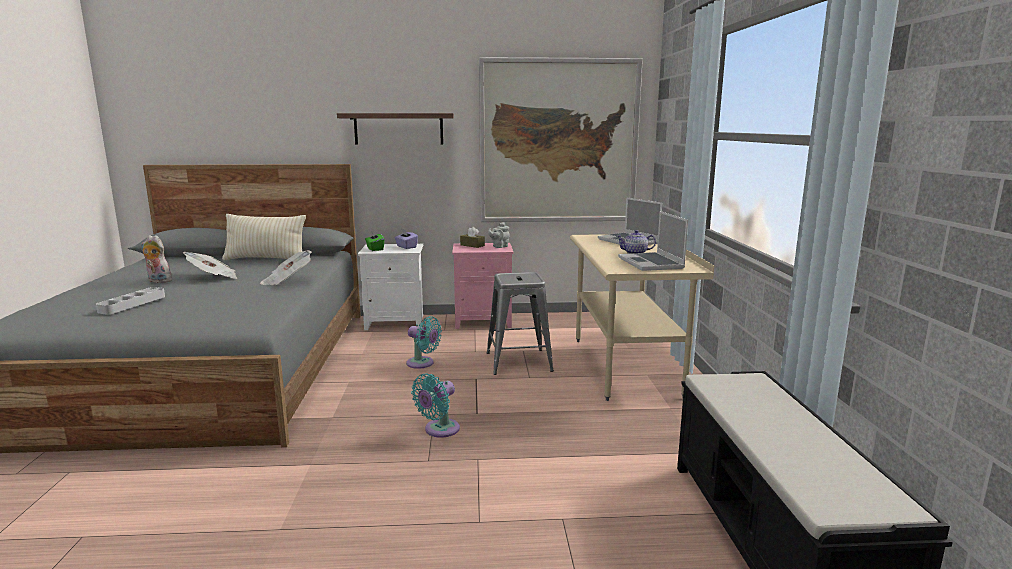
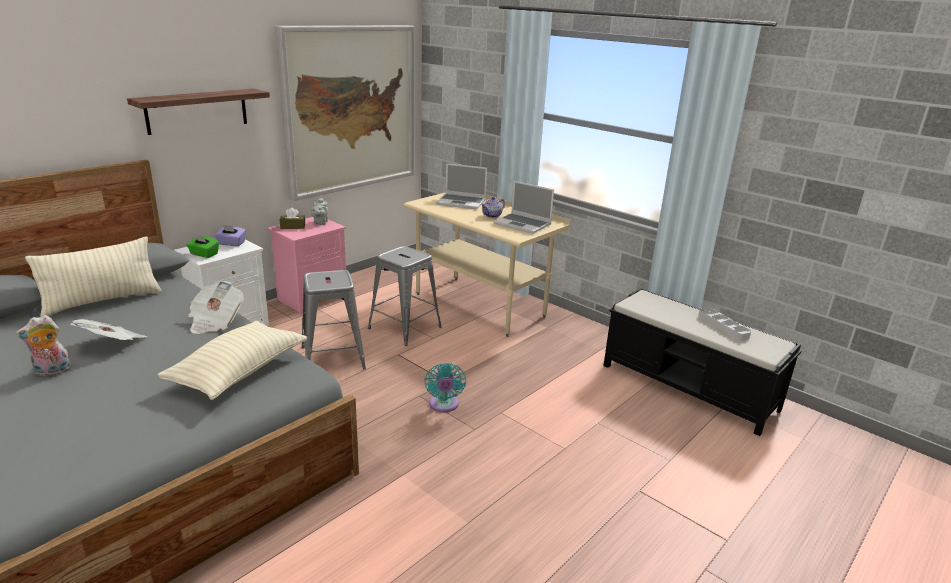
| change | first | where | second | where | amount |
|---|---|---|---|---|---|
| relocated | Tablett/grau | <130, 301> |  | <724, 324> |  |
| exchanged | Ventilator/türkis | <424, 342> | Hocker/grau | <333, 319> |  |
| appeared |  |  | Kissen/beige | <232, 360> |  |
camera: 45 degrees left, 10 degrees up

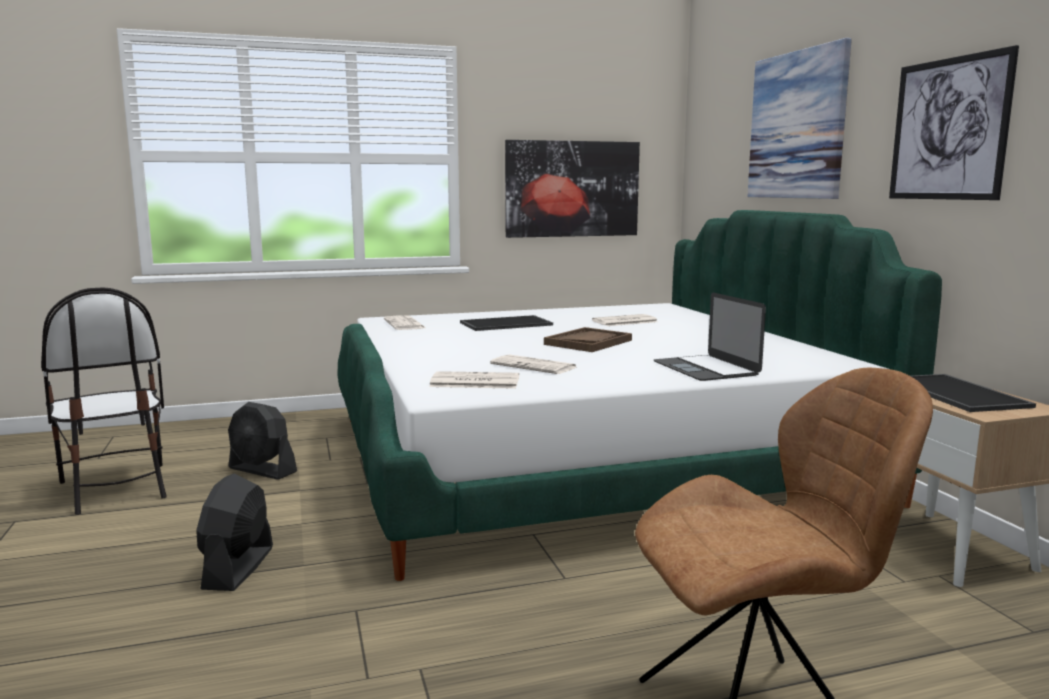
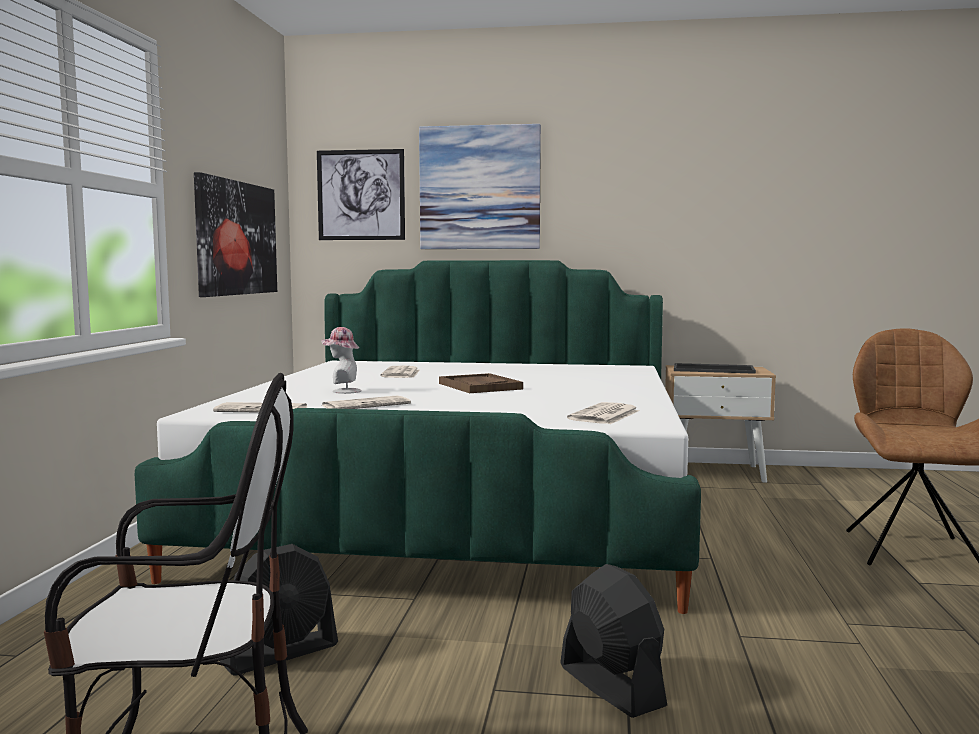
| change | first | where | second | where | amount |
|---|---|---|---|---|---|
| relocated | Bild | <954, 122> |  | <361, 194> |  |
| missing | Laptop | <710, 336> |  |  |  |
| exchanged | Tablett | <506, 323> | Hut | <341, 360> |  |
| relocated | Zeitung | <533, 364> |  | <366, 402> |  |
| spun | Ventilator/schwarz | <234, 532> |  | <613, 641> | 150 degrees counterclockwise |
camera: 65 degrees left, 5 degrees down

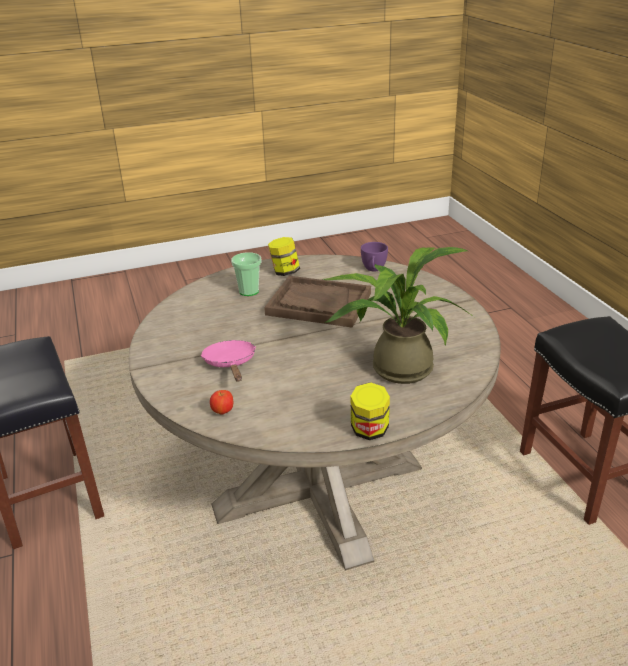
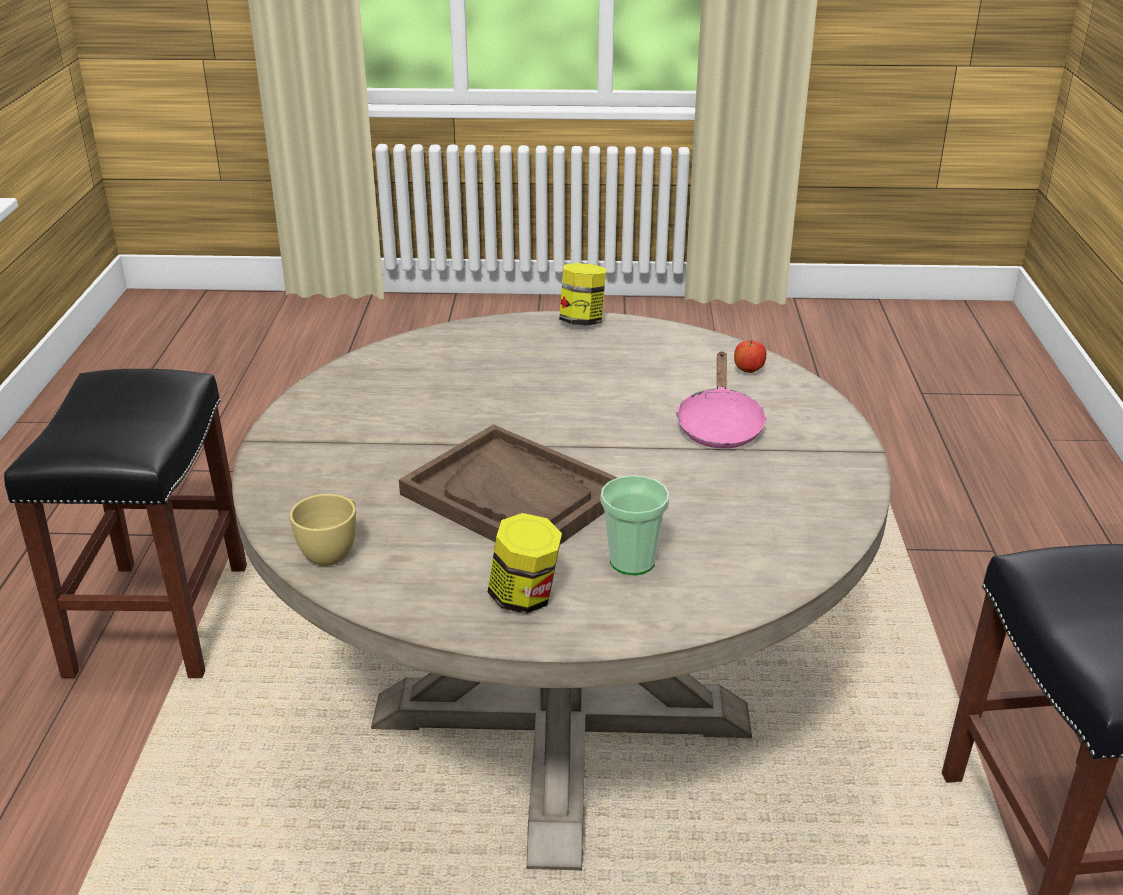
| change | first | where | second | where | amount |
|---|---|---|---|---|---|
| colour | Tasse/lila | <374, 257> | Tasse/gelb | <323, 530> |  |
| missing | Topfpflanze | <398, 315> |  |  |  |
camera: 160 degrees left, 0 degrees up

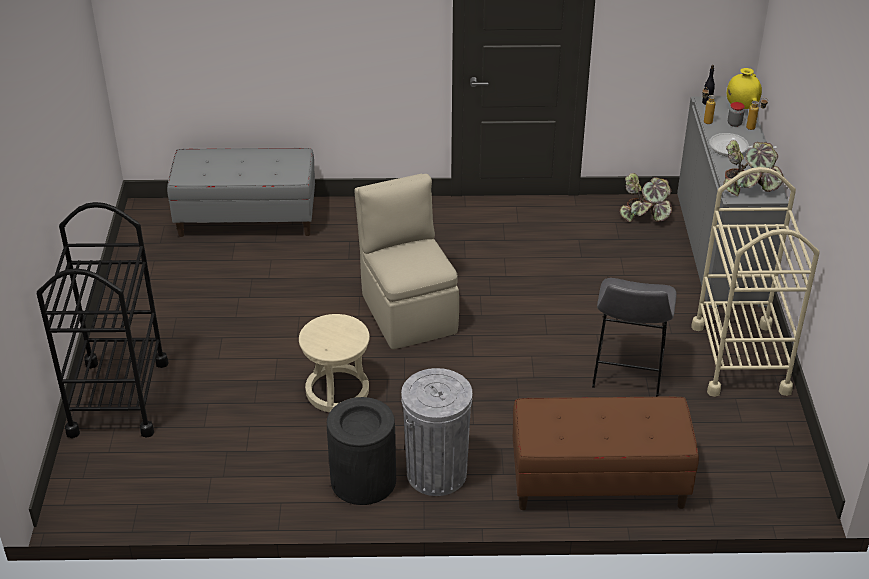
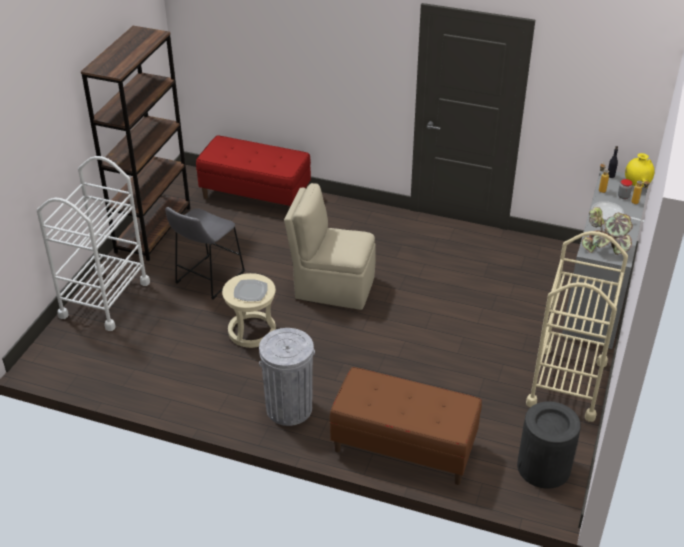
| change | first | where | second | where | amount |
|---|---|---|---|---|---|
| colour | Bank/grau | <241, 192> | Bank/rot | <253, 172> |  |
| missing | Topfpflanze | <646, 197> |  |  |  |
| spun | Stuhl/beige | <407, 261> |  | <330, 246> | 75 degrees counterclockwise |
| colour | Rollwagen/schwarz | <103, 320> | Rollwagen/weiß | <93, 243> |  |
| relocated | Hocker/grau | <634, 337> |  | <205, 253> |  |
| relocated | Mülleimer/schwarz | <361, 451> |  | <549, 445> |  |
| appeared |  |  | Bücherregal/braun | <136, 143> |  |
| appeared |  |  | Teller | <251, 290> |  |
camera: 20 degrees right, 0 degrees up

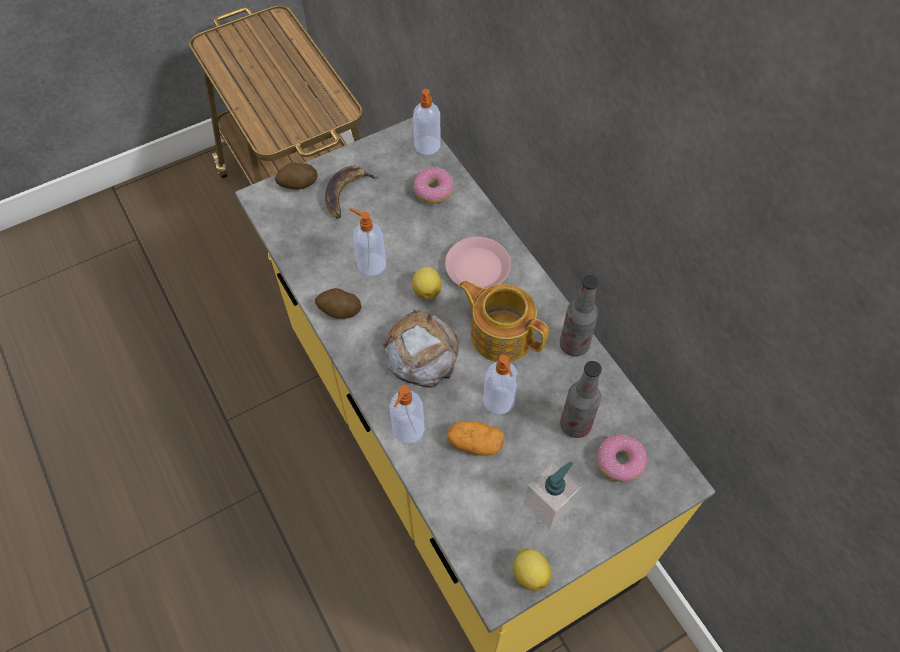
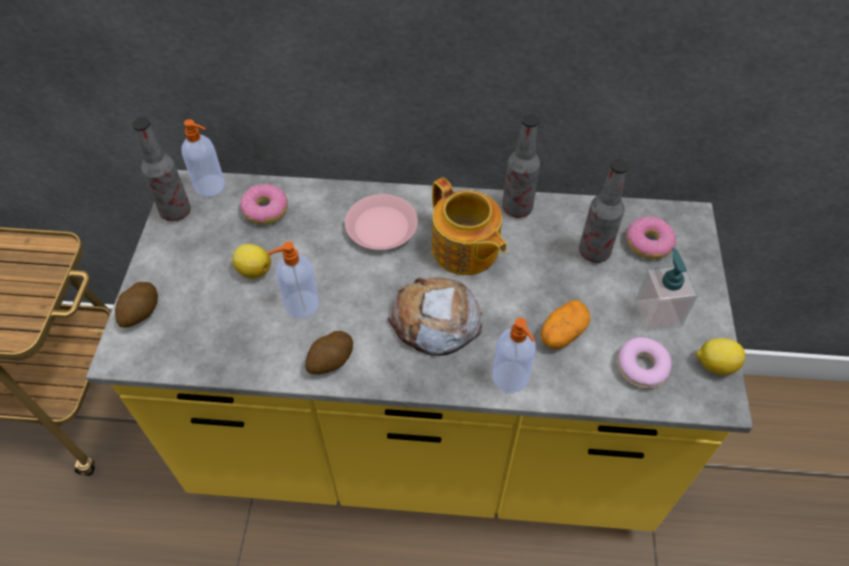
| change | first | where | second | where | amount |
|---|---|---|---|---|---|
| missing | Banane | <351, 192> |  |  |  |
| relocated | Zitrone | <427, 283> |  | <251, 261> |  |
| spun | Teekanne | <504, 321> |  | <469, 226> | 105 degrees counterclockwise |
| missing | Seifenspender | <501, 385> |  |  |  |
| appeared |  |  | Flasche | <161, 169> |  |
| appeared |  |  | Donut | <644, 363> |  |
camera: 55 degrees left, 5 degrees down

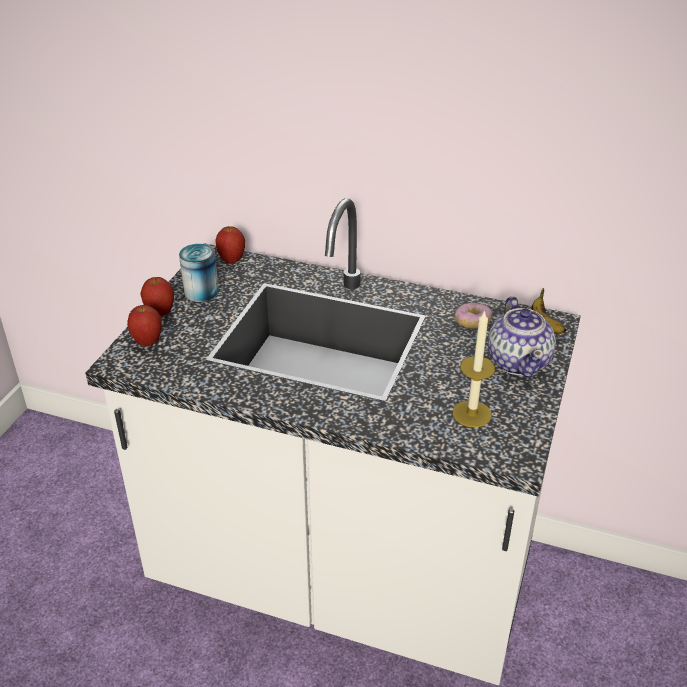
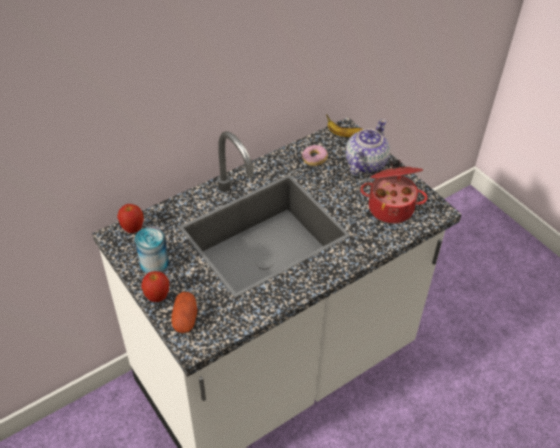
| change | first | where | second | where | amount |
|---|---|---|---|---|---|
| spun | Teekanne | <522, 337> |  | <368, 147> | 90 degrees counterclockwise |
| exchanged | Apfel | <144, 326> | Kartoffel | <184, 312> |  |
| exchanged | Kerze | <474, 368> | Kochtopf | <394, 192> |  |
camera: 55 degrees left, 10 degrees up

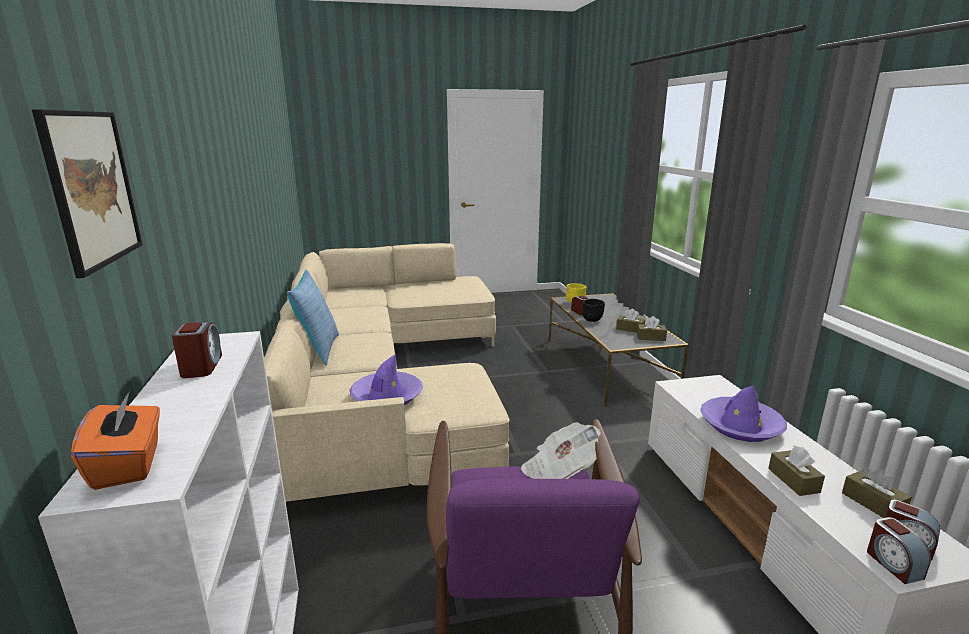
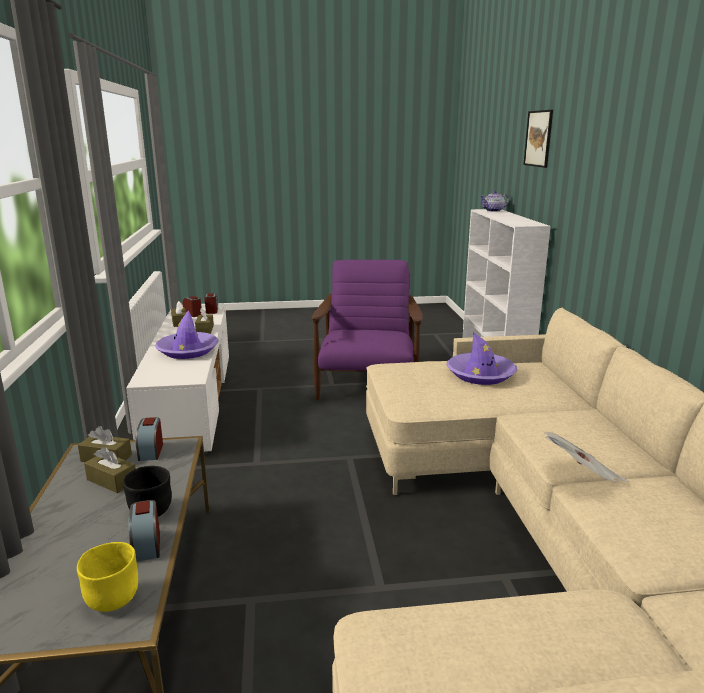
| change | first | where | second | where | amount |
|---|---|---|---|---|---|
| missing | Kissen | <313, 318> |  |  |  |
| relocated | Wecker | <197, 350> |  | <149, 439> |  |
| exchanged | Taschentuchbox/orange | <115, 440> | Teekanne | <494, 201> |  |
| relocated | Zeitung | <561, 450> |  | <586, 457> |  |
camera: 175 degrees left, 0 degrees up

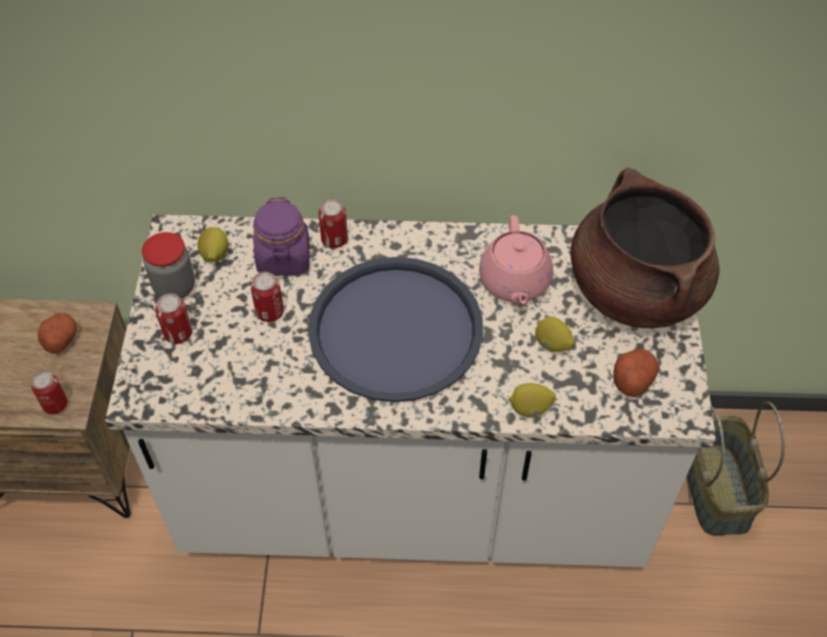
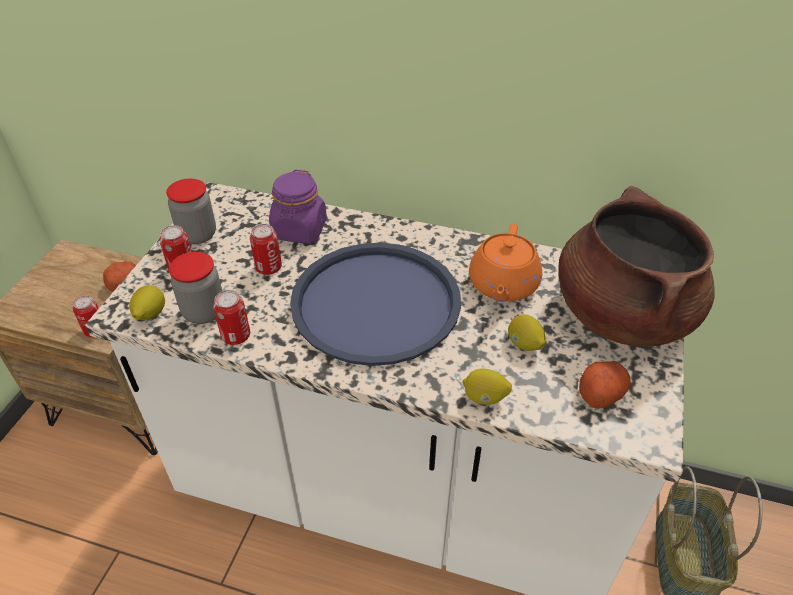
| change | first | where | second | where | amount |
|---|---|---|---|---|---|
| relocated | Dose | <333, 223> |  | <231, 317> |  |
| colour | Teekanne/rosa | <516, 260> | Teekanne/orange | <505, 263> |  |
| relocated | Zitrone | <212, 245> |  | <147, 302> |  |
| appeared |  |  | Vorratsglas | <195, 288> |  |
camera: 15 degrees right, 10 degrees down

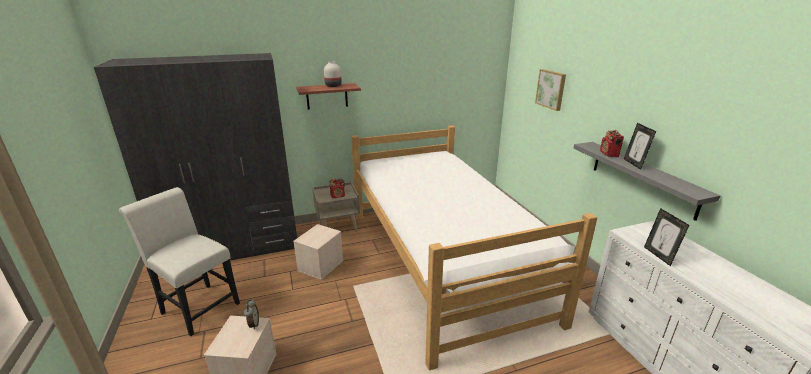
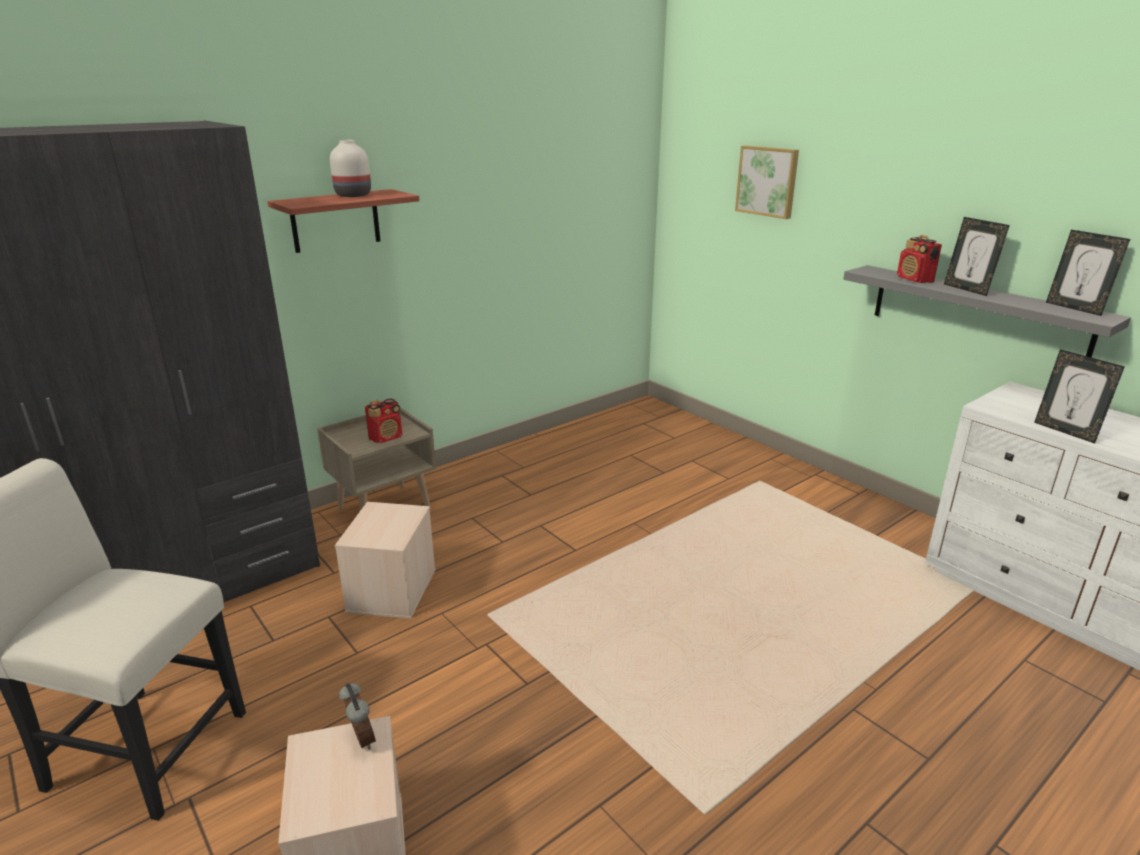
| change | first | where | second | where | amount |
|---|---|---|---|---|---|
| missing | Bett | <474, 247> |  |  |  |
| appeared |  |  | Bilderrahmen | <1088, 273> |  |
camera: 20 degrees left, 0 degrees up

